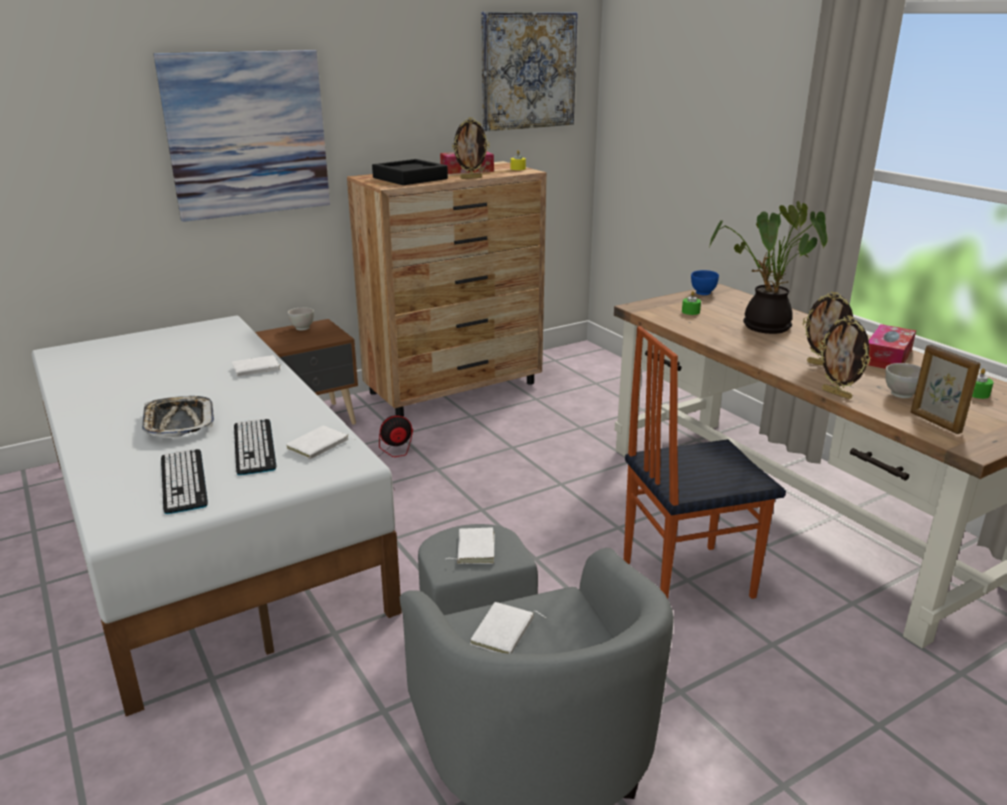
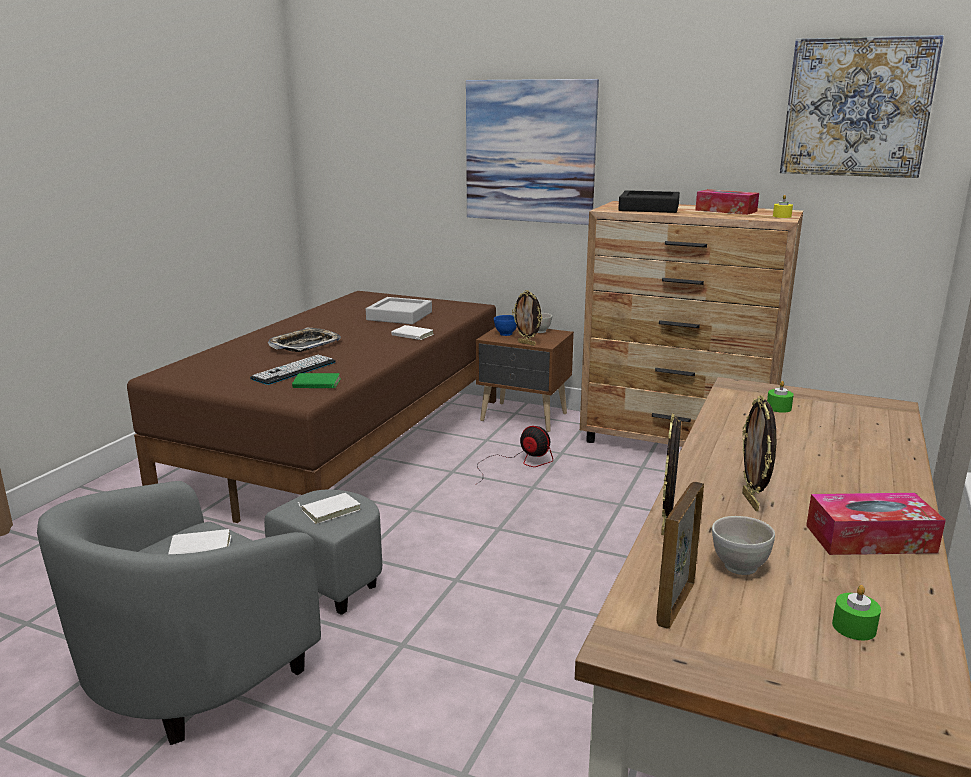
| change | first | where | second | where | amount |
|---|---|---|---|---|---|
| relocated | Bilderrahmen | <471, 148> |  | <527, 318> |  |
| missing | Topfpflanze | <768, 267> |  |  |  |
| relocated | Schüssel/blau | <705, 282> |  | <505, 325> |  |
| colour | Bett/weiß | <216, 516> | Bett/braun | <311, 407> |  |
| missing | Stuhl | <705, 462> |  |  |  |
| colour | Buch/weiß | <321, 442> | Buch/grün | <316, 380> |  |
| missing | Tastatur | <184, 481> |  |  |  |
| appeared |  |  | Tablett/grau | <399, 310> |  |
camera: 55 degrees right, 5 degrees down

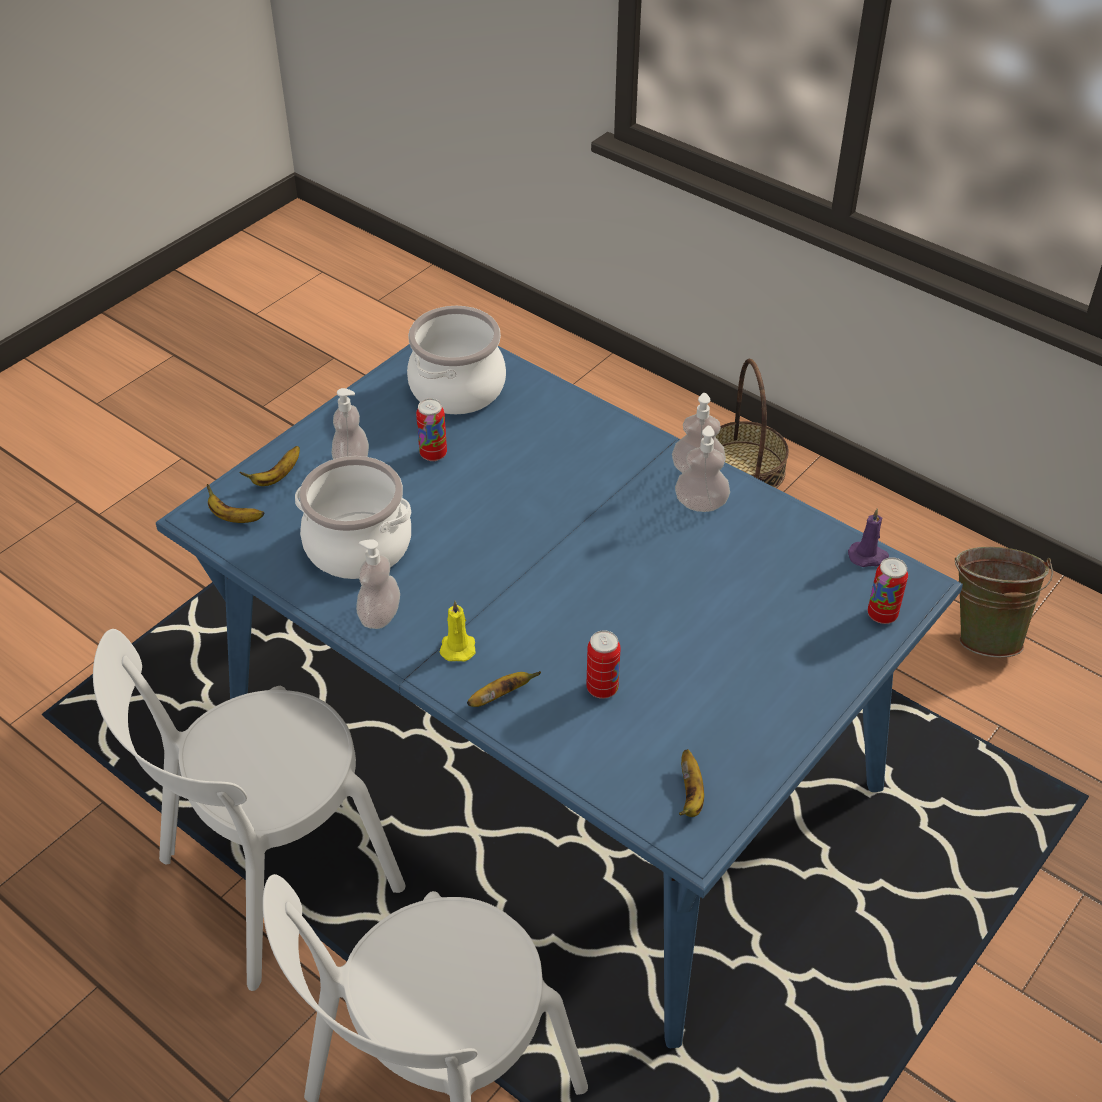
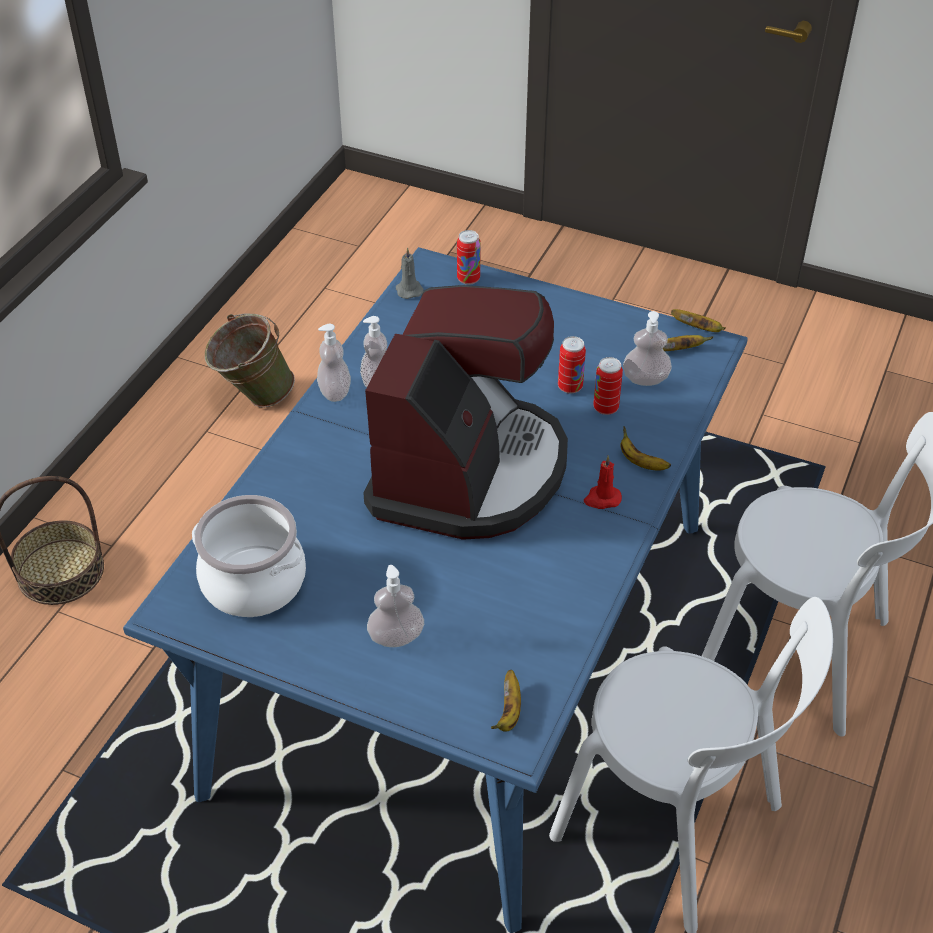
| change | first | where | second | where | amount |
|---|---|---|---|---|---|
| relocated | Dose | <431, 430> |  | <572, 365> |  |
| relocated | Banane | <269, 466> |  | <698, 320> |  |
| missing | Kochtopf | <353, 517> |  |  |  |
| colour | Kerze/lila | <868, 537> | Kerze/grau | <410, 273> |  |
| relocated | Seifenspender | <378, 584> |  | <647, 348> |  |
| colour | Kerze/gelb | <458, 631> | Kerze/rot | <603, 482> |  |
| appeared |  |  | Kaffeemaschine | <465, 412> |  |
camera: 105 degrees left, 0 degrees up

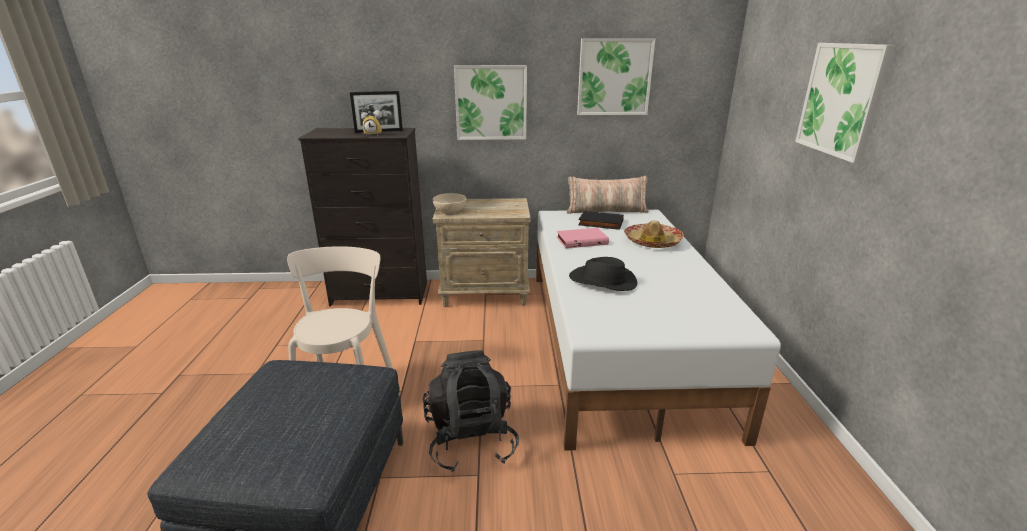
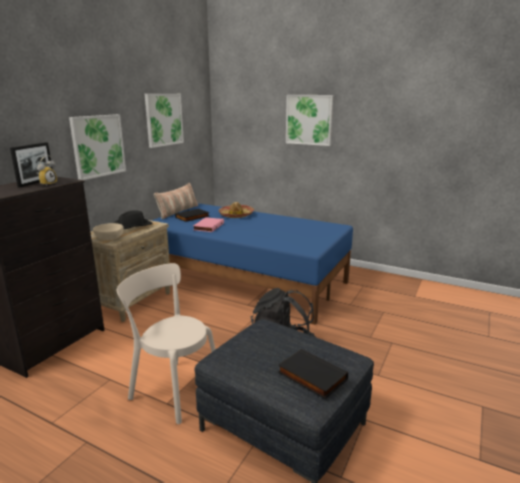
| change | first | where | second | where | amount |
|---|---|---|---|---|---|
| colour | Bett/weiß | <658, 330> | Bett/blau | <252, 264> |  |
| relocated | Hut/schwarz | <603, 274> |  | <133, 220> |  |
| appeared |  |  | Buch/schwarz | <313, 374> |  |
camera: 60 degrees left, 5 degrees down

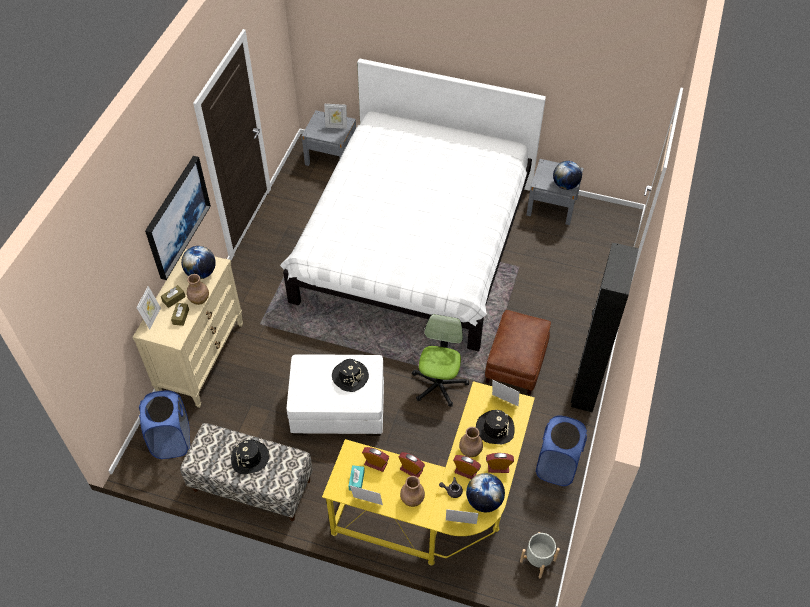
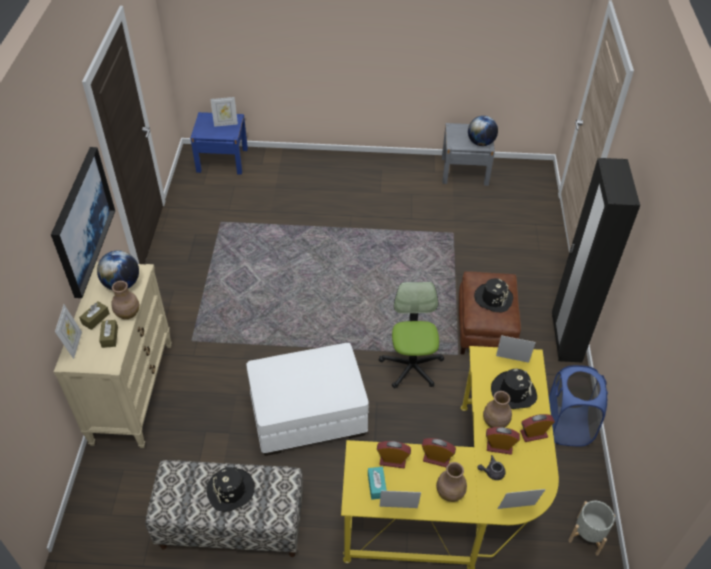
| change | first | where | second | where | amount |
|---|---|---|---|---|---|
| missing | Bett/weiß | <413, 204> |  |  |  |
| colour | Nachttisch/grau | <329, 138> | Nachttisch/blau | <219, 143> |  |
| relocated | Hut/schwarz | <350, 375> |  | <493, 295> |  |
| missing | Wäschekorb/blau | <164, 425> |  |  |  |
| missing | Globus | <485, 492> |  |  |  |
camera: 15 degrees left, 5 degrees down

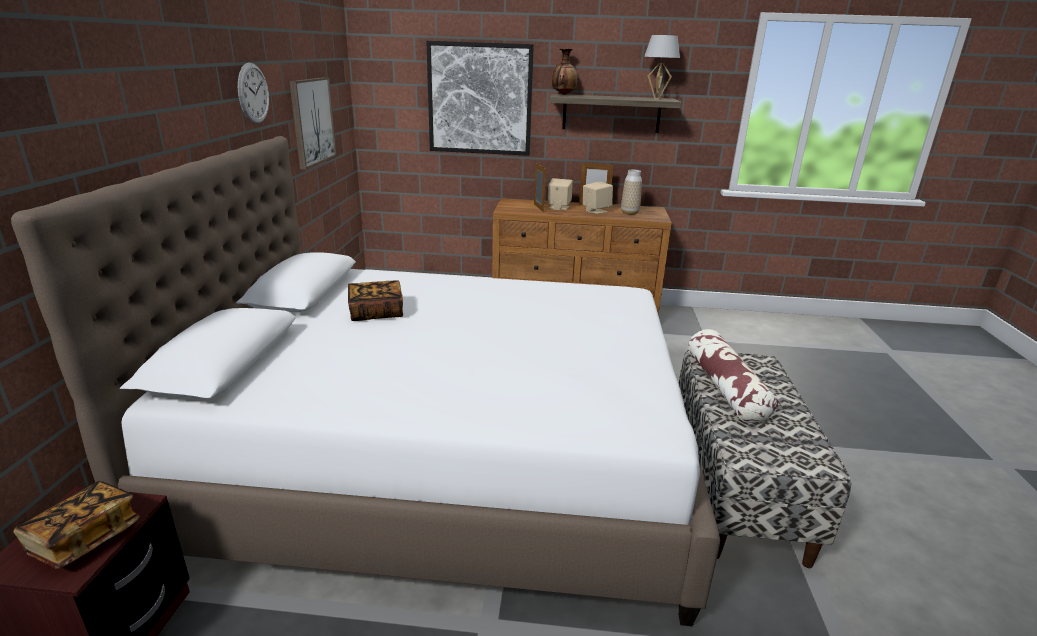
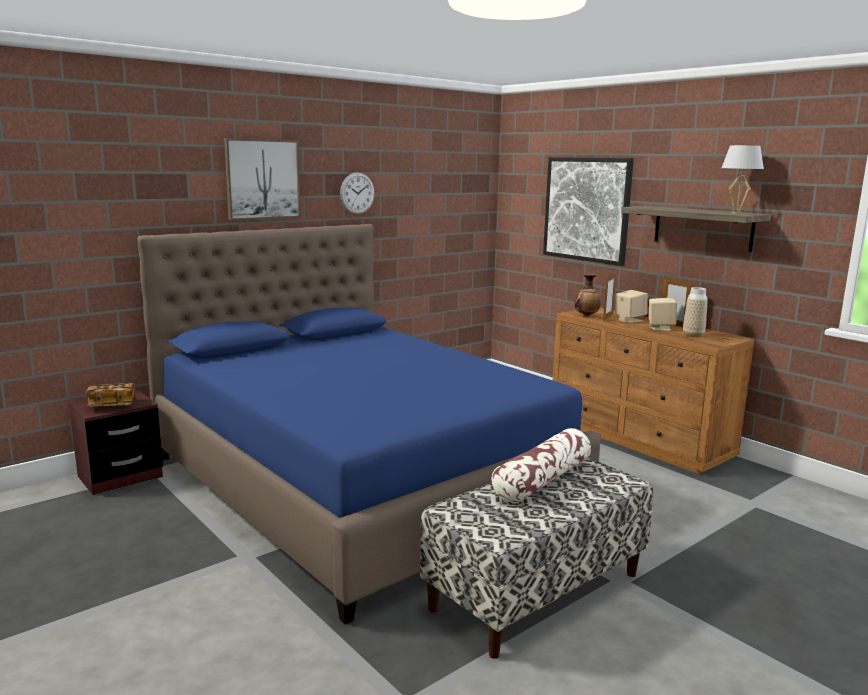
| change | first | where | second | where | amount |
|---|---|---|---|---|---|
| relocated | Vase | <564, 72> |  | <588, 295> |  |
| relocated | Bild | <313, 123> |  | <262, 179> |  |
| colour | Bett/weiß | <365, 381> | Bett/blau | <369, 424> |  |
| missing | Buch | <375, 300> |  |  |  |
camera: 45 degrees right, 10 degrees down

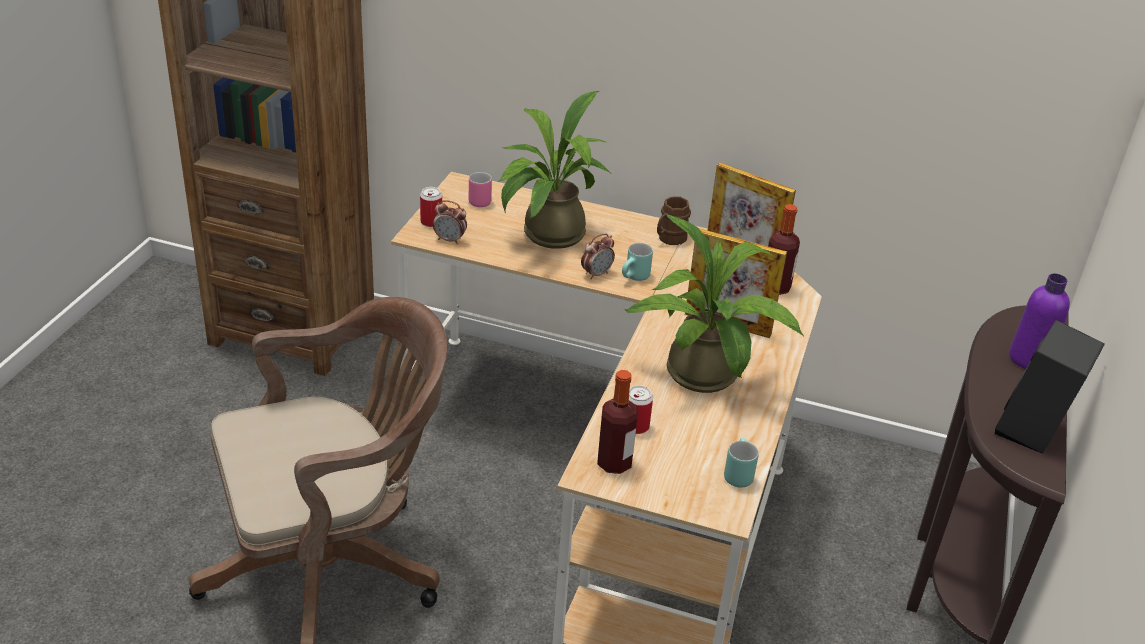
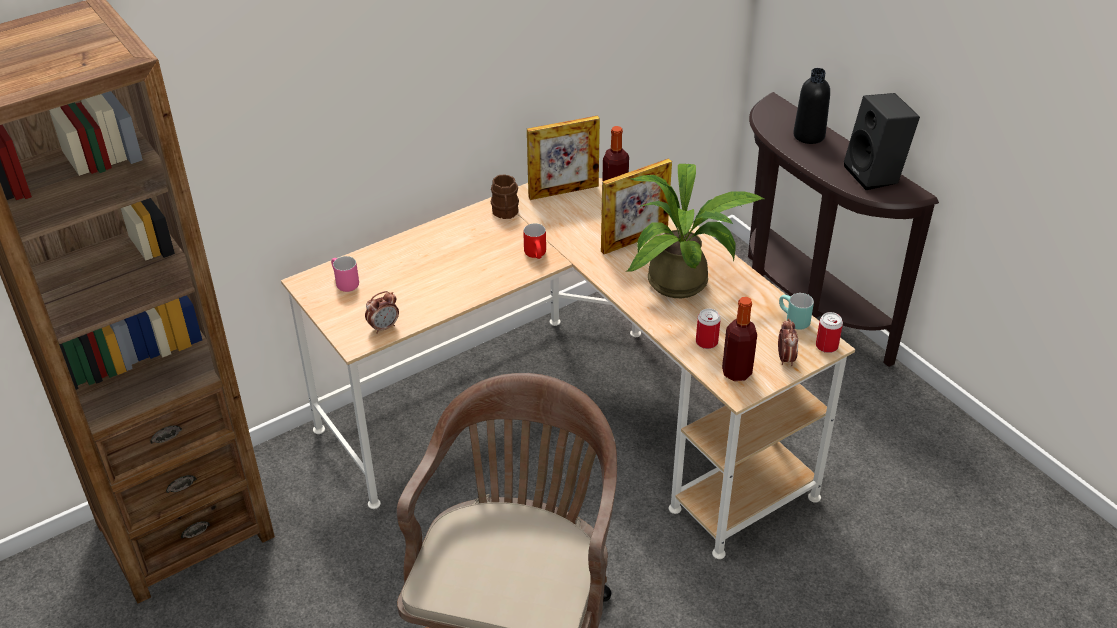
| change | first | where | second | where | amount |
|---|---|---|---|---|---|
| missing | Topfpflanze | <553, 170> |  |  |  |
| relocated | Dose | <431, 207> |  | <829, 332> |  |
| relocated | Wecker | <598, 256> |  | <788, 342> |  |
| colour | Henkelbecher/türkis | <637, 262> | Henkelbecher/rot | <534, 241> |  |
| colour | Flasche/lila | <1039, 321> | Flasche/schwarz | <811, 106> |  |
camera: 50 degrees left, 5 degrees up

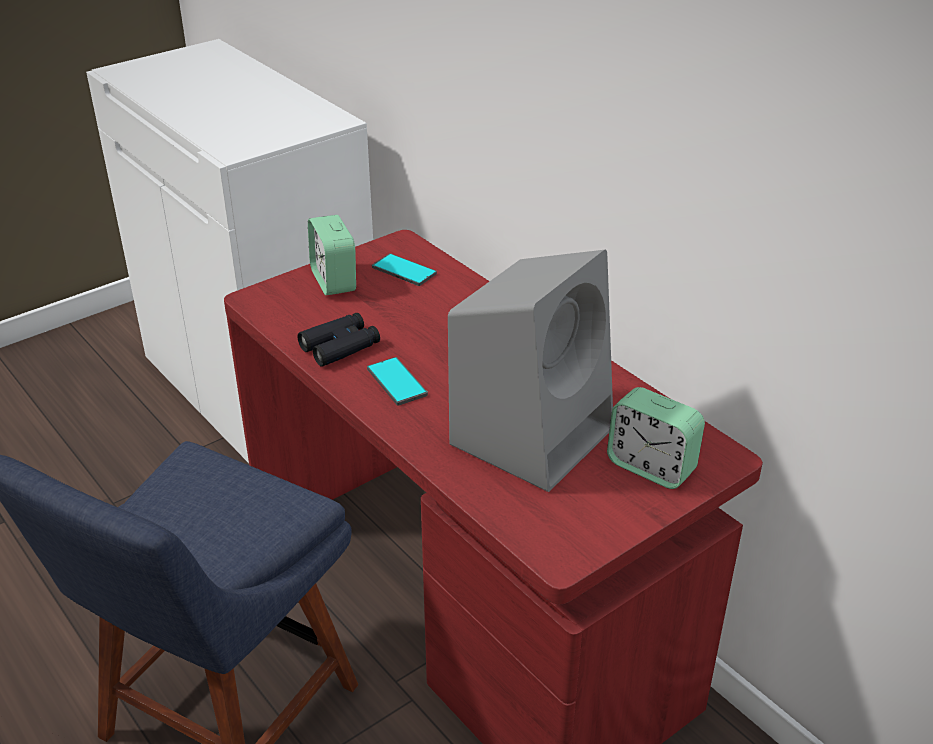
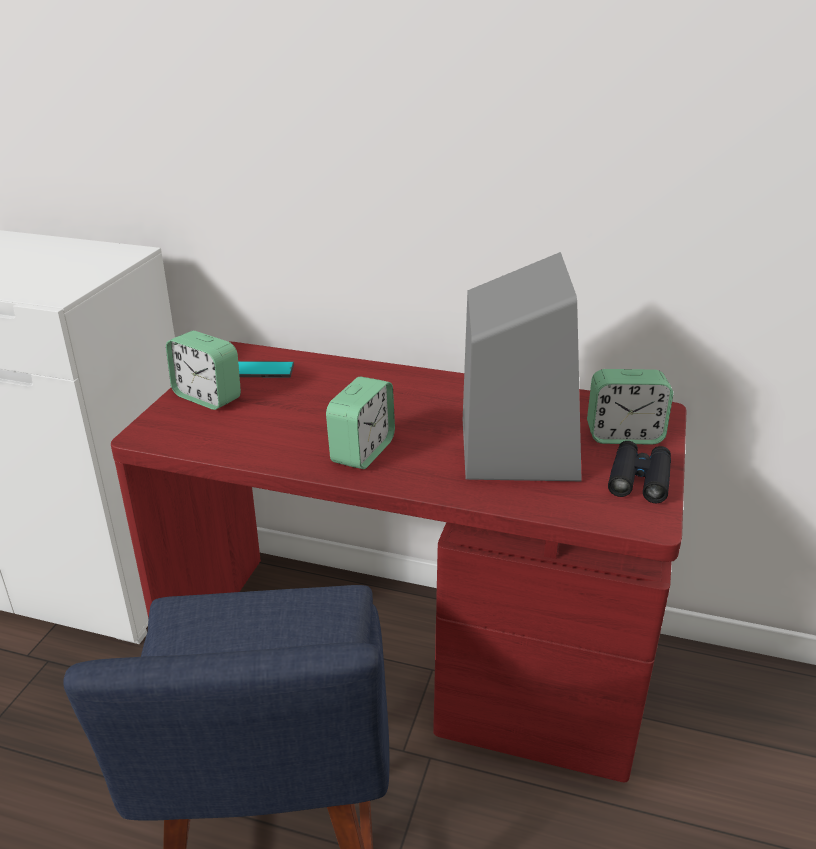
| change | first | where | second | where | amount |
|---|---|---|---|---|---|
| relocated | Fernglas/schwarz | <339, 340> |  | <639, 472> |  |
| exchanged | Handy | <397, 381> | Wecker | <360, 422> |  |
camera: 35 degrees left, 5 degrees down

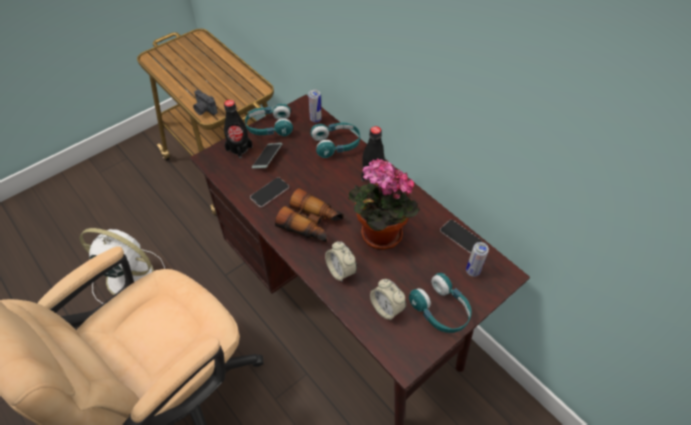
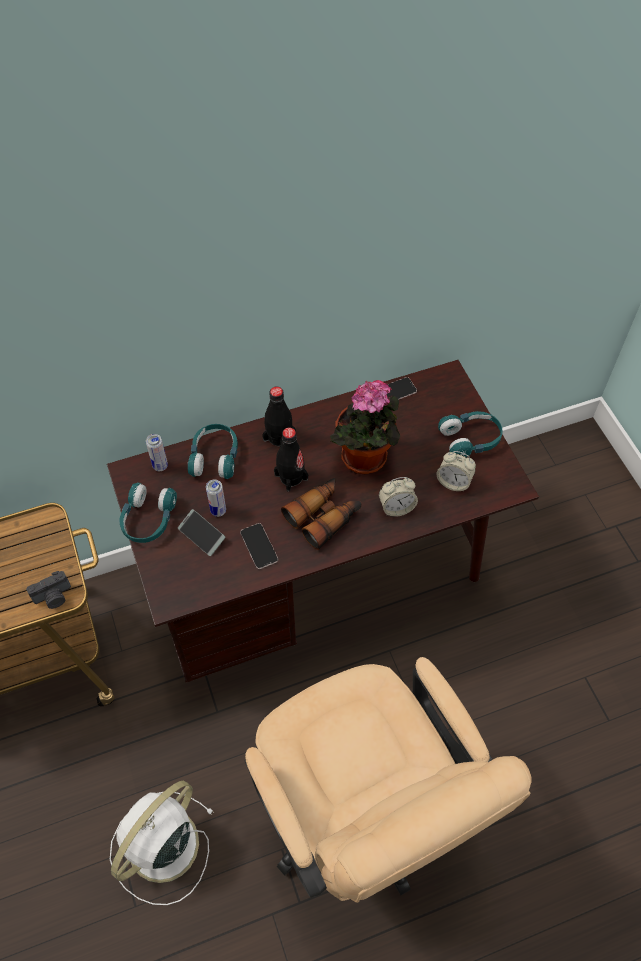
| change | first | where | second | where | amount |
|---|---|---|---|---|---|
| relocated | Flasche/schwarz | <238, 129> |  | <291, 459> |  |
| relocated | Dose | <477, 259> |  | <216, 498> |  |
| spun | Wecker | <388, 300> |  | <456, 471> | 45 degrees clockwise |
camera: 70 degrees left, 5 degrees up

